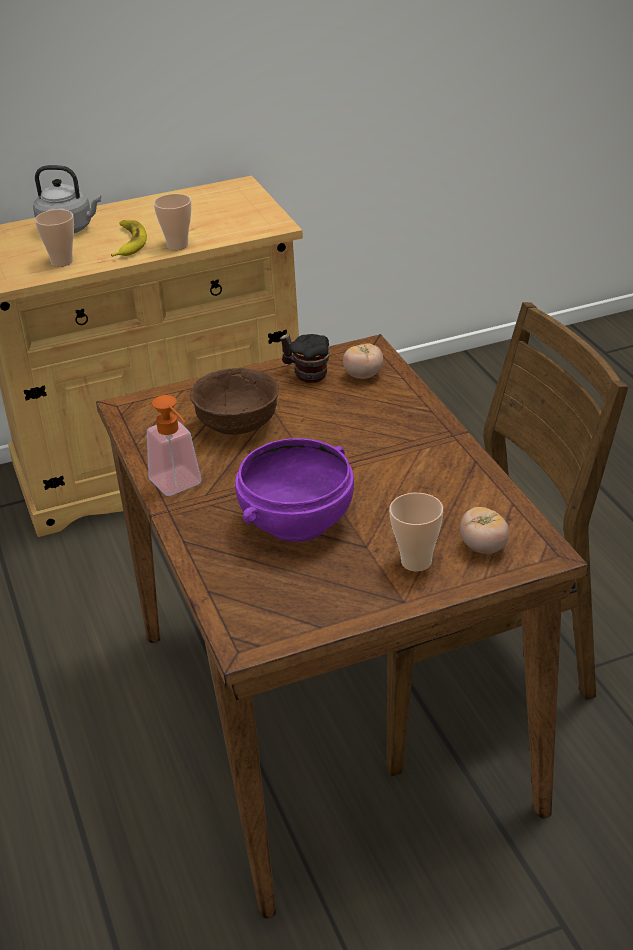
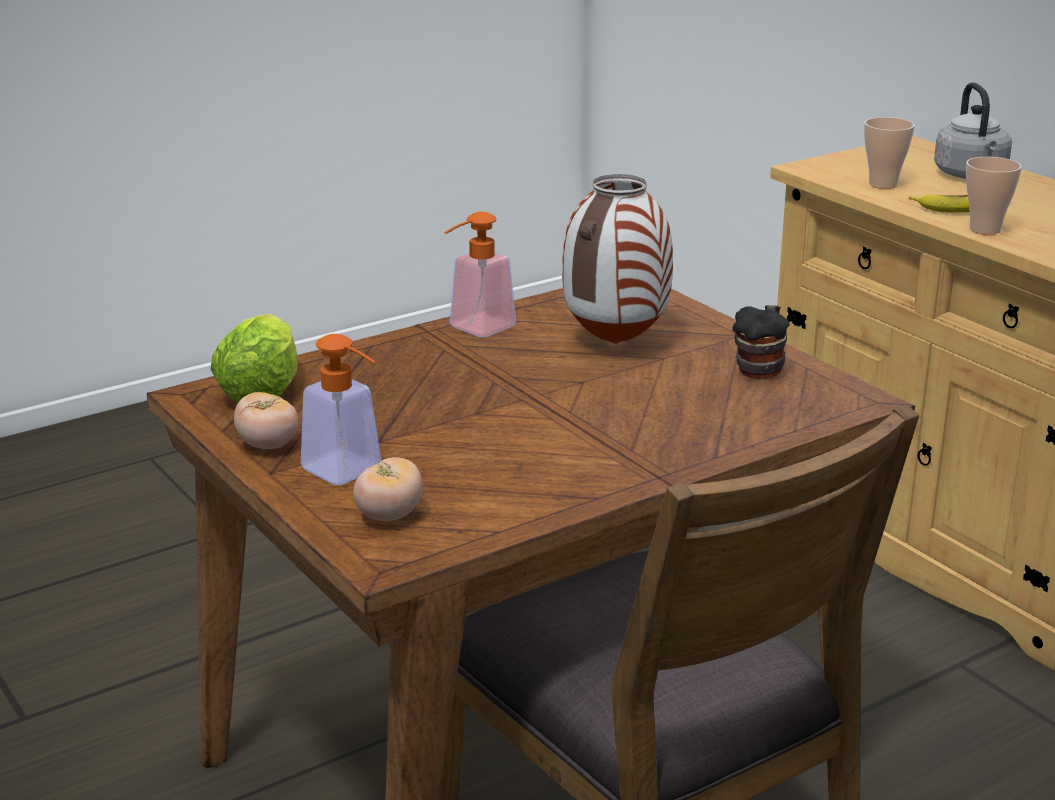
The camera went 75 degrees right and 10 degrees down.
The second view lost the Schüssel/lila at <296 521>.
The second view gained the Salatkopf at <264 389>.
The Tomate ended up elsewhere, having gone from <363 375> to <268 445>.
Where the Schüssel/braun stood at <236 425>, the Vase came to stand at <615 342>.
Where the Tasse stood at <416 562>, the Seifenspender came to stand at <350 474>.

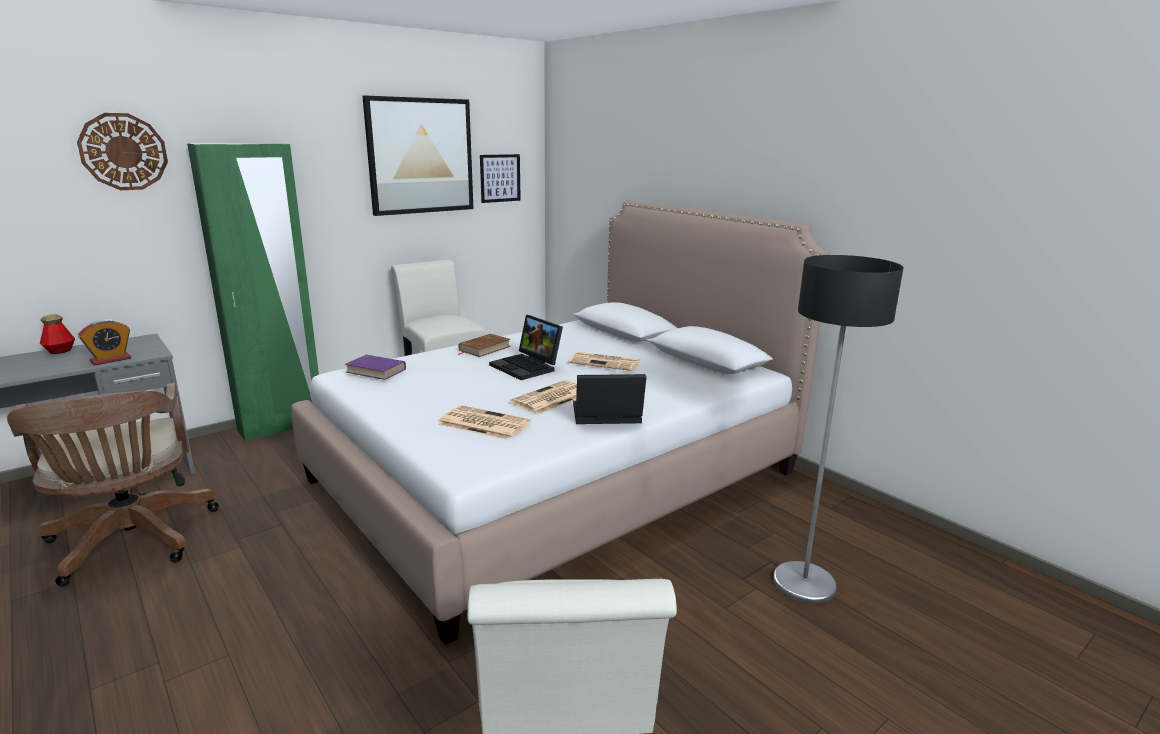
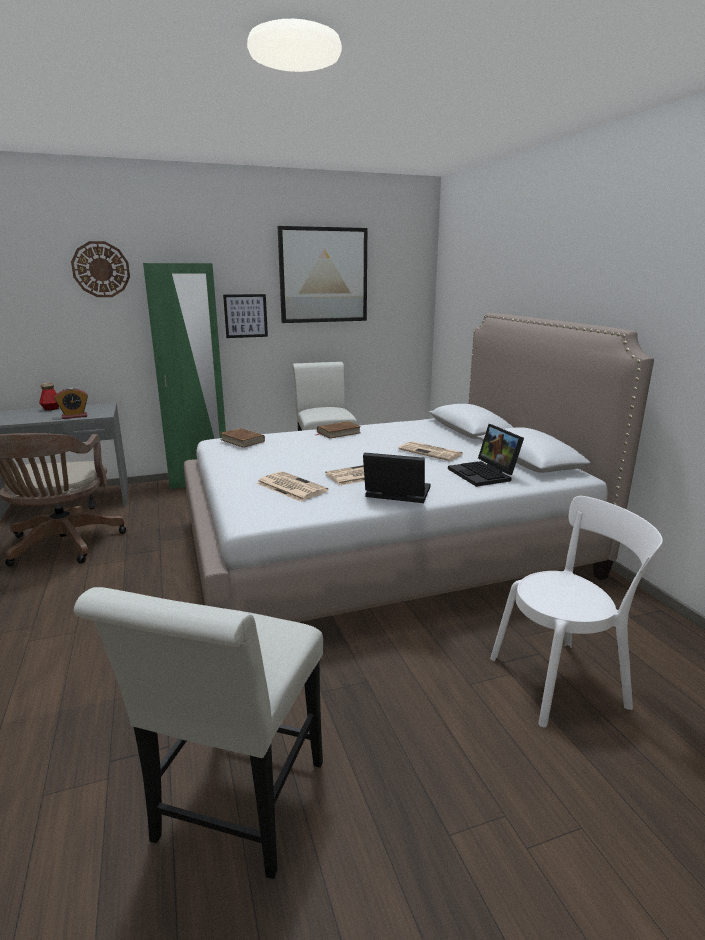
The camera went 20 degrees right and 0 degrees up.
The Bild ended up elsewhere, having gone from <500 178> to <245 316>.
The Laptop ended up elsewhere, having gone from <528 367> to <485 474>.
Where the Stehlampe stood at <804 583>, the Stuhl/weiß came to stand at <563 680>.
What was the Buch/lila at <376 370> turned into the Buch/braun at <242 440>.

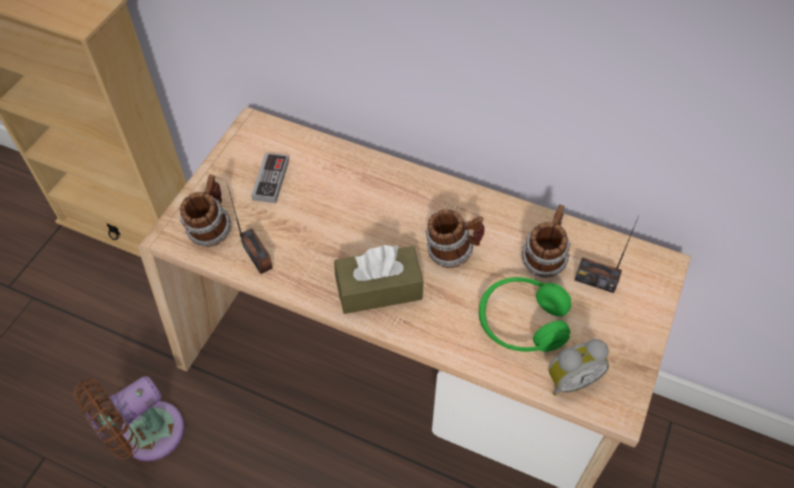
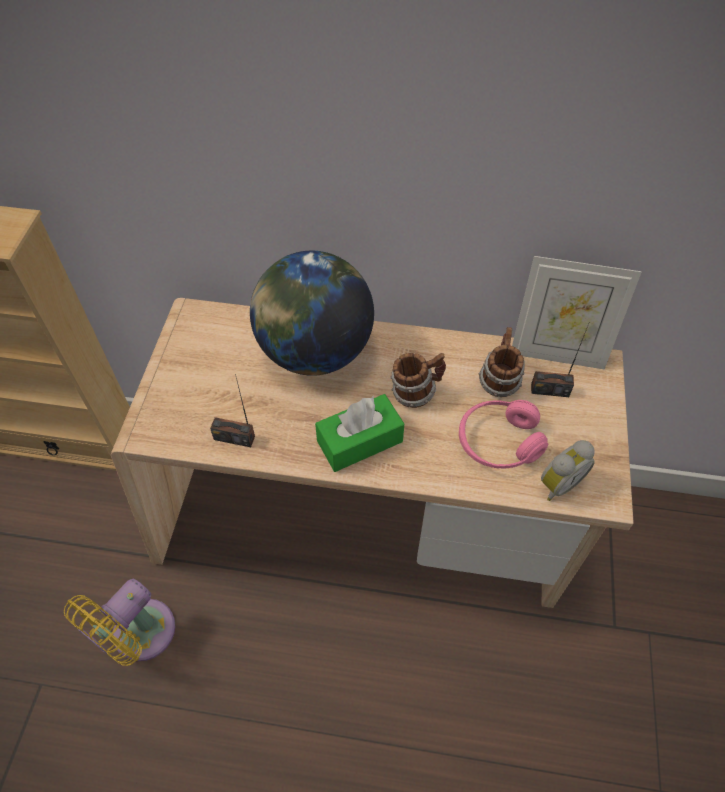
The camera went 15 degrees left and 0 degrees up.
The second view lost the Henkelbecher at <211 229>.
The second view lost the Gamepad at <271 180>.
The second view gained the Globus at <314 352>.
The second view gained the Bilderrahmen at <557 354>.
What was the Ventilator/braun at <146 435> turned into the Ventilator/gelb at <138 636>.
What was the Taschentuchbox/braun at <379 289> turned into the Taschentuchbox/grün at <359 441>.
What was the Kopfhörer/grün at <522 323> turned into the Kopfhörer/rosa at <498 442>.
The Radio at <257 257> ended up facing another way, 150 degrees clockwise from before.

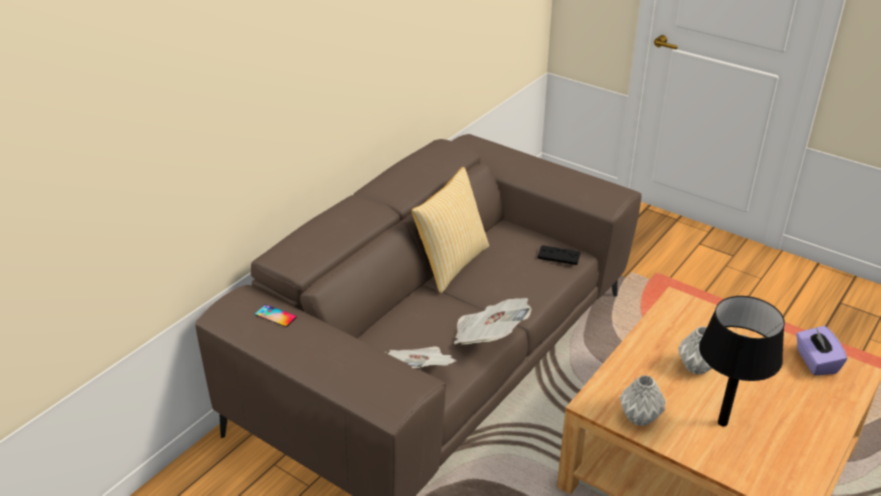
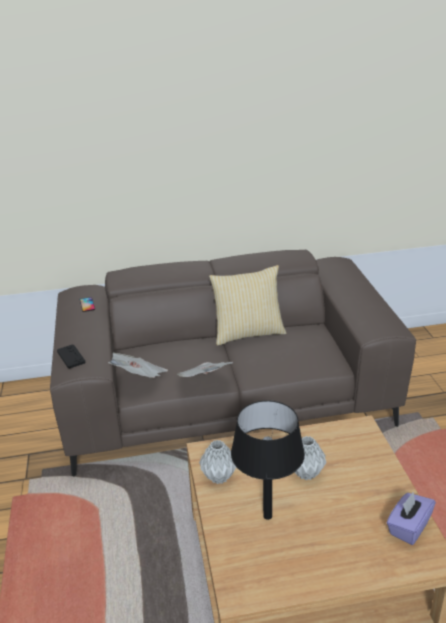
The camera went 45 degrees right and 5 degrees down.
The Gamepad/schwarz ended up elsewhere, having gone from <558 256> to <71 357>.

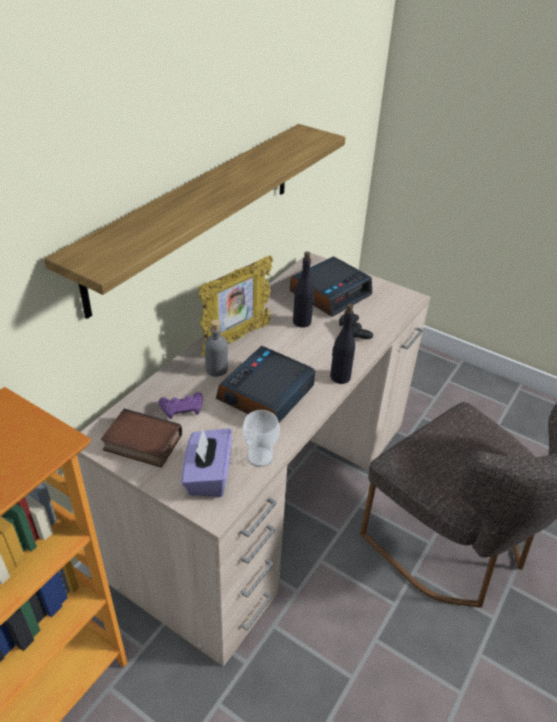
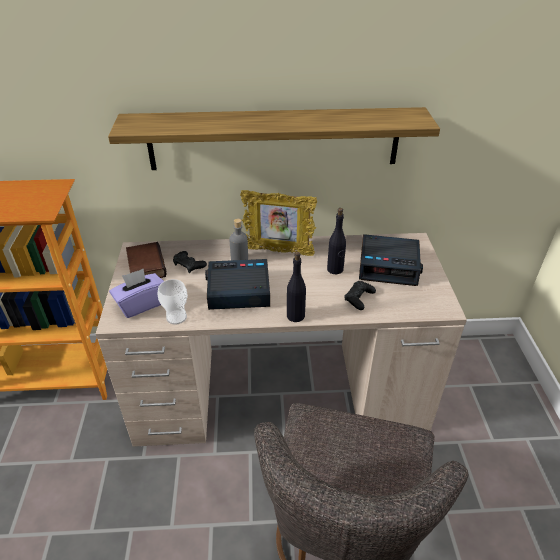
The camera went 55 degrees right and 0 degrees up.
What was the Gamepad/lila at <182 408> turned into the Gamepad/schwarz at <189 265>.

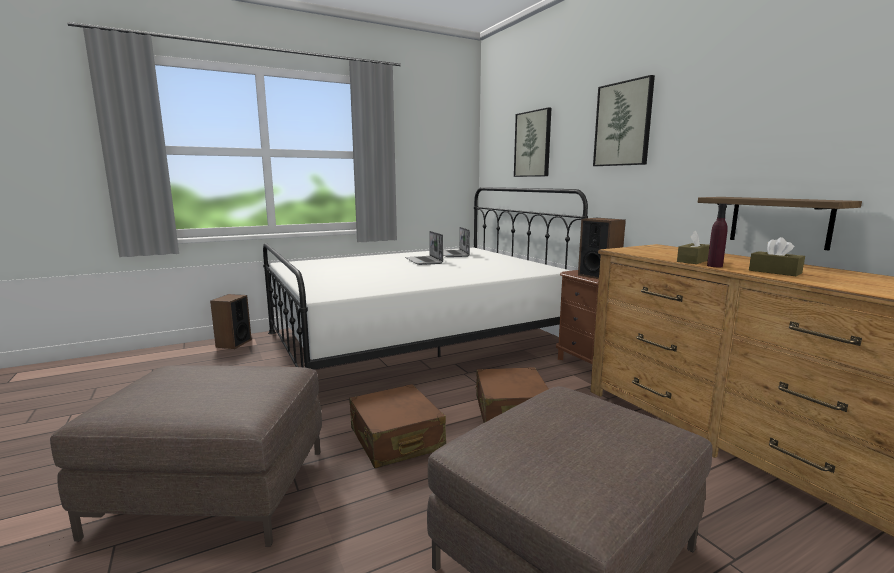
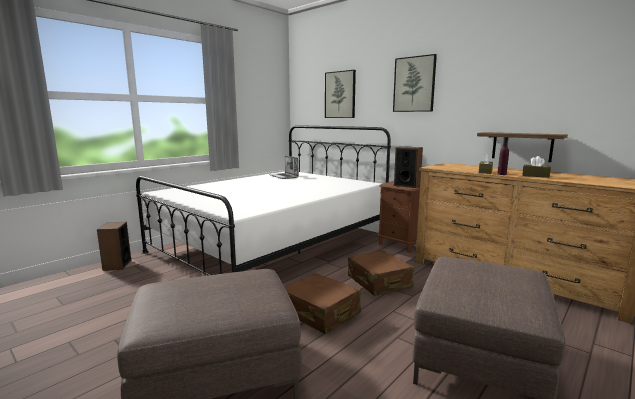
The camera went 20 degrees left and 0 degrees up.
The second view lost the Laptop at <424 261>.

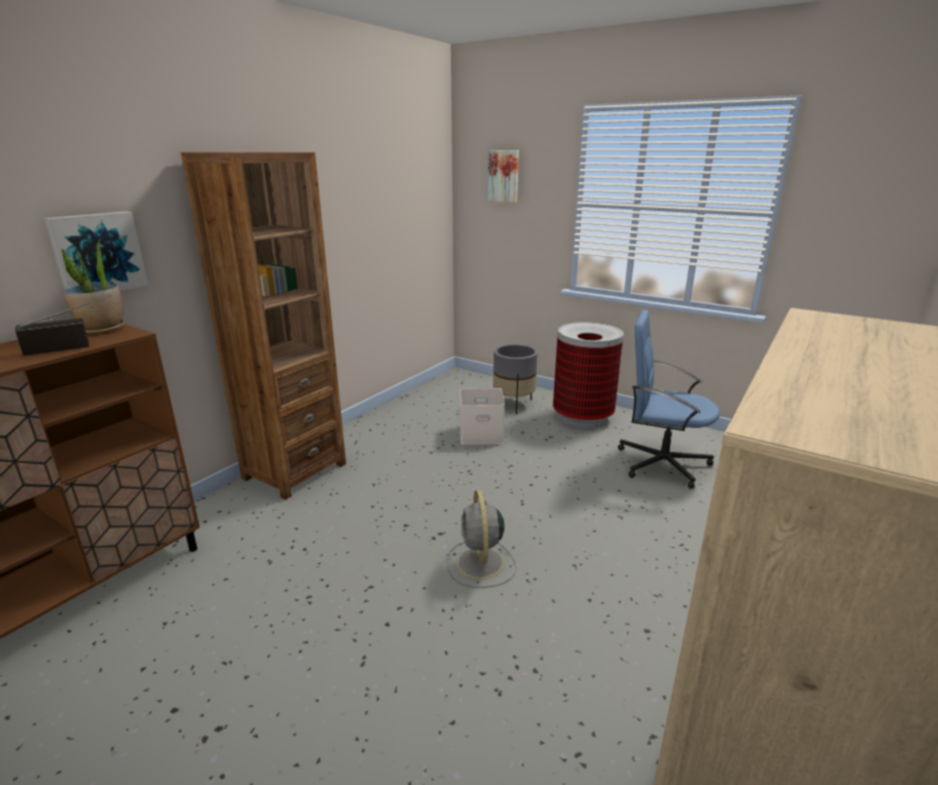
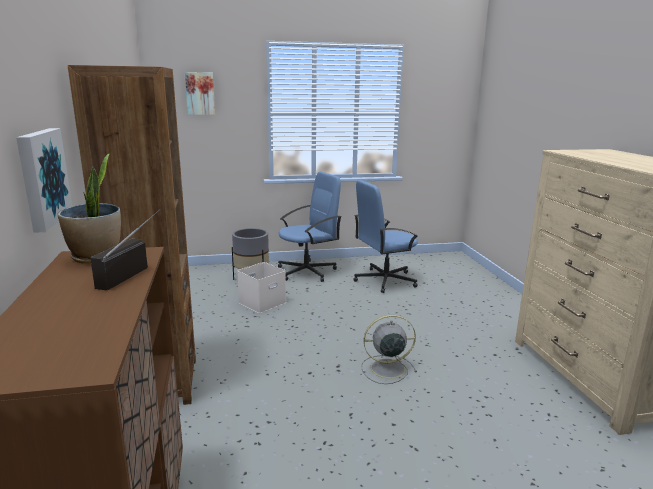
The camera went 45 degrees left and 5 degrees down.
Where the Mülleimer stood at <583 418>, the Bürostuhl/blau came to stand at <307 271>.
The Ventilator/grau at <480 564> ended up facing another way, 135 degrees clockwise from before.

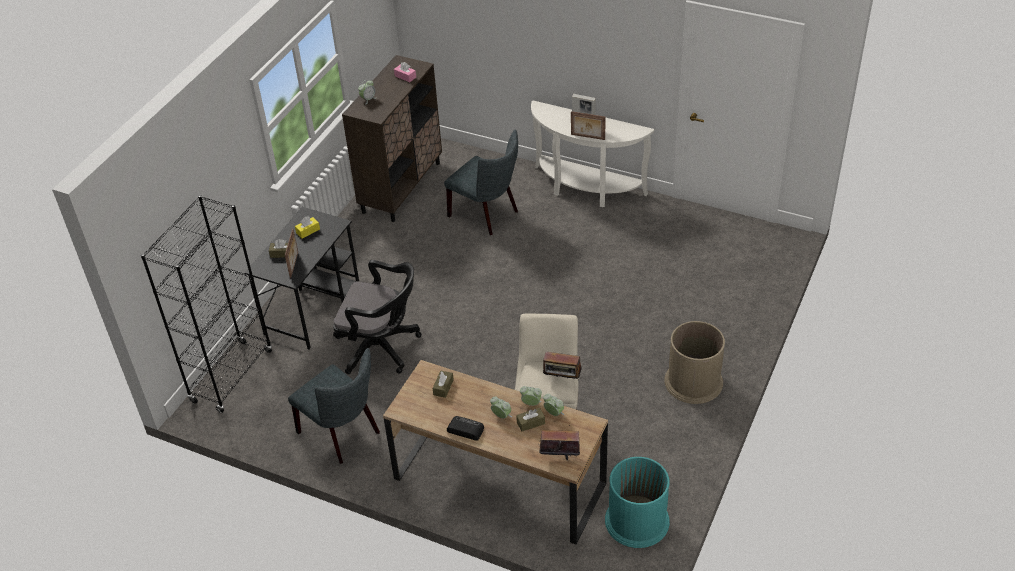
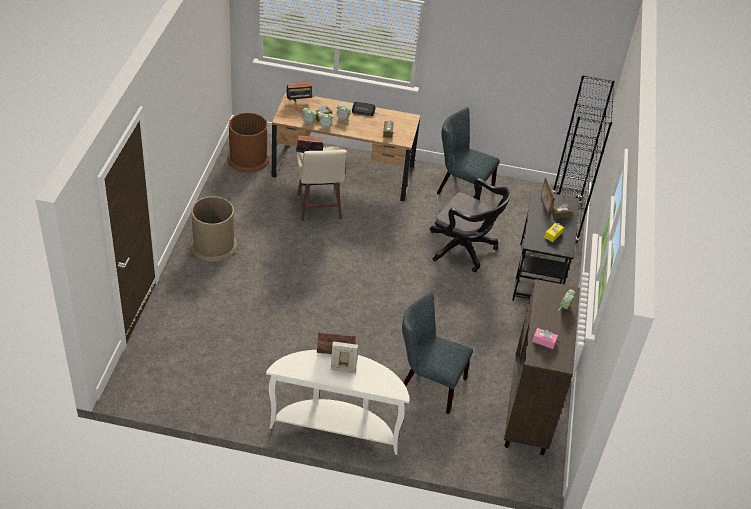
The camera went 160 degrees right and 0 degrees up.
What was the Mülleimer/türkis at <637 521> turned into the Mülleimer/braun at <248 159>.
The Bürostuhl/schwarz at <382 348> ended up facing another way, 150 degrees counterclockwise from before.

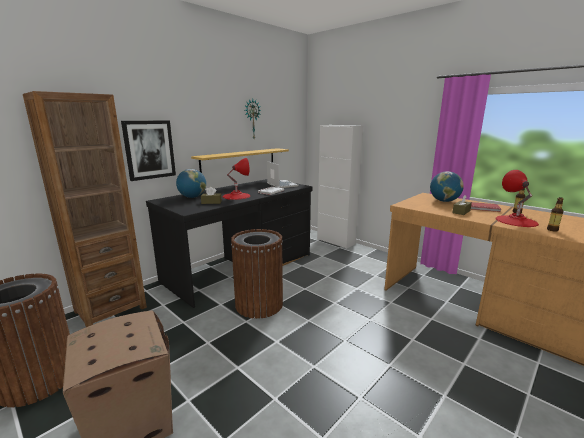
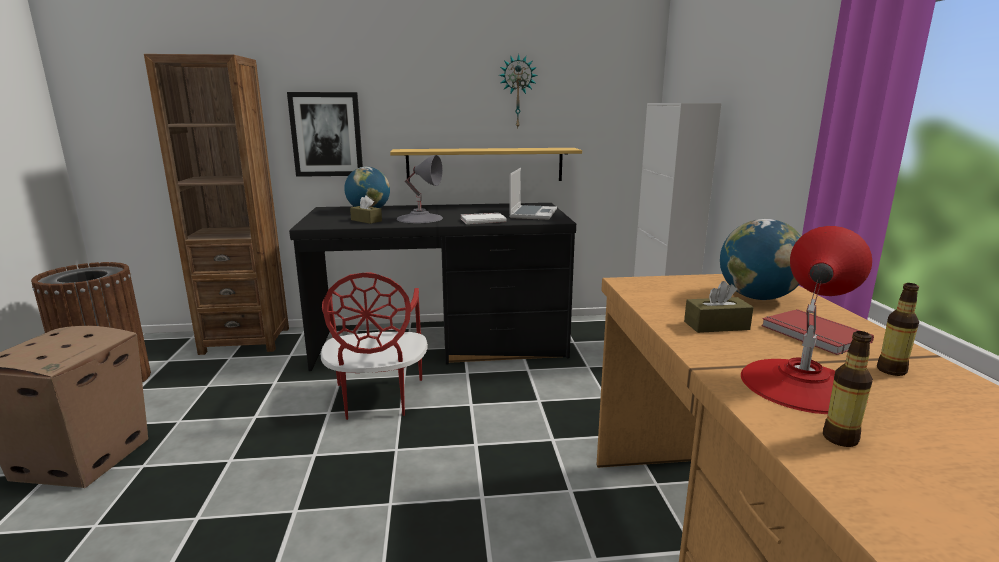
The camera went 40 degrees right and 0 degrees up.
Where the Mülleimer/braun stood at <259 304>, the Stuhl/rot came to stand at <377 399>.
What was the Tischlampe/rot at <236 196> turned into the Tischlampe/grau at <420 218>.

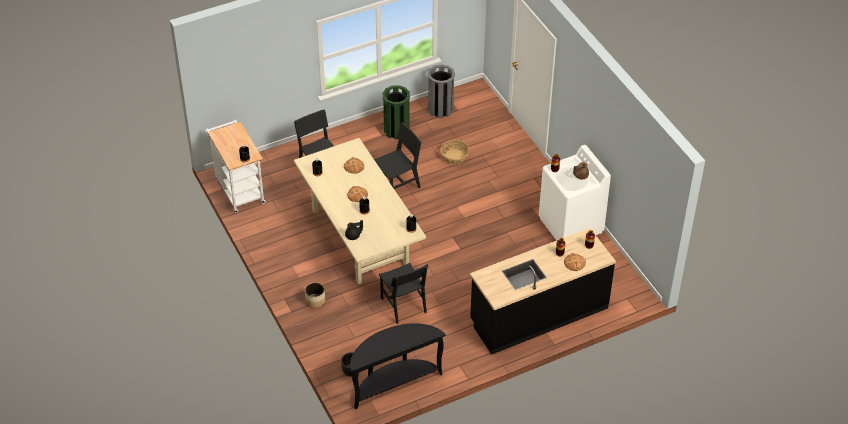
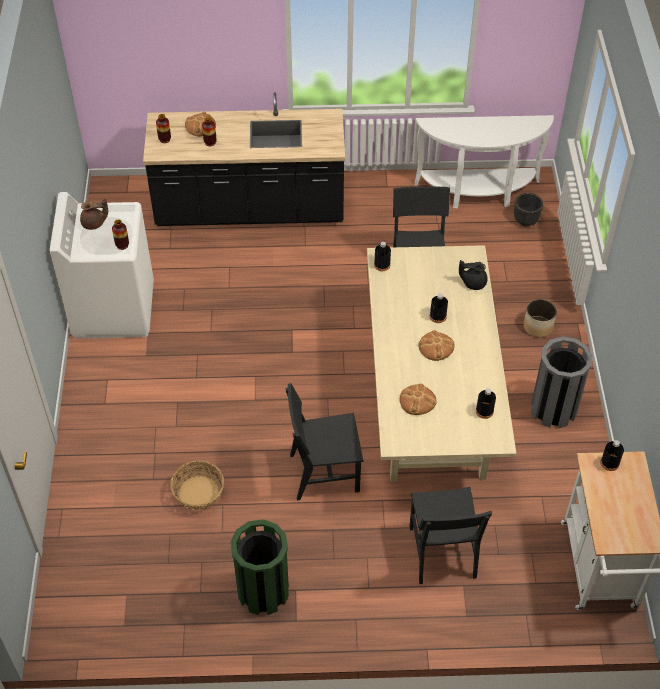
The camera went 155 degrees left and 5 degrees up.
The Mülleimer/grau ended up elsewhere, having gone from <440 109> to <553 409>.
What was the Konsolentisch/schwarz at <393 382> turned into the Konsolentisch/weiß at <478 193>.

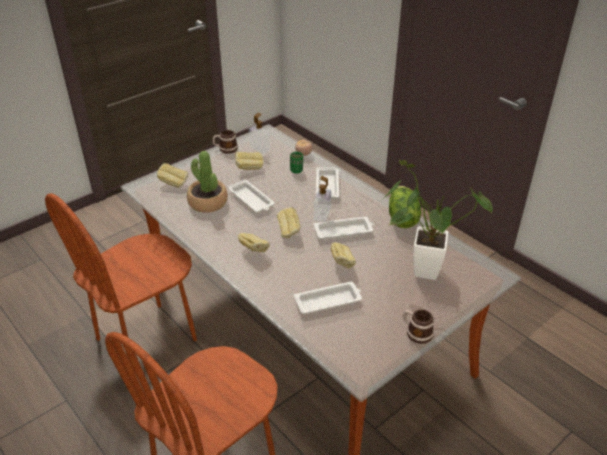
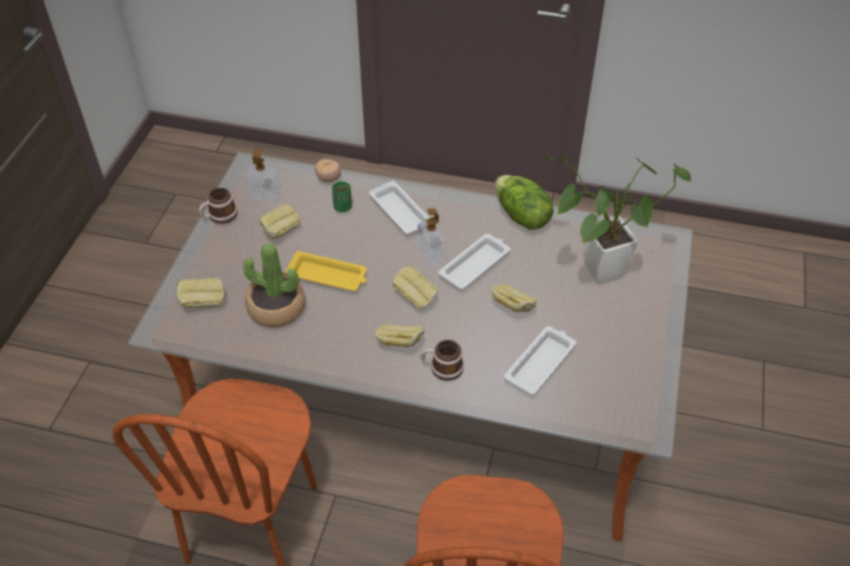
The camera went 35 degrees left and 10 degrees up.
The Henkelbecher ended up elsewhere, having gone from <416 332> to <442 368>.
What was the Tablett/weiß at <251 200> turned into the Tablett/gelb at <328 276>.

